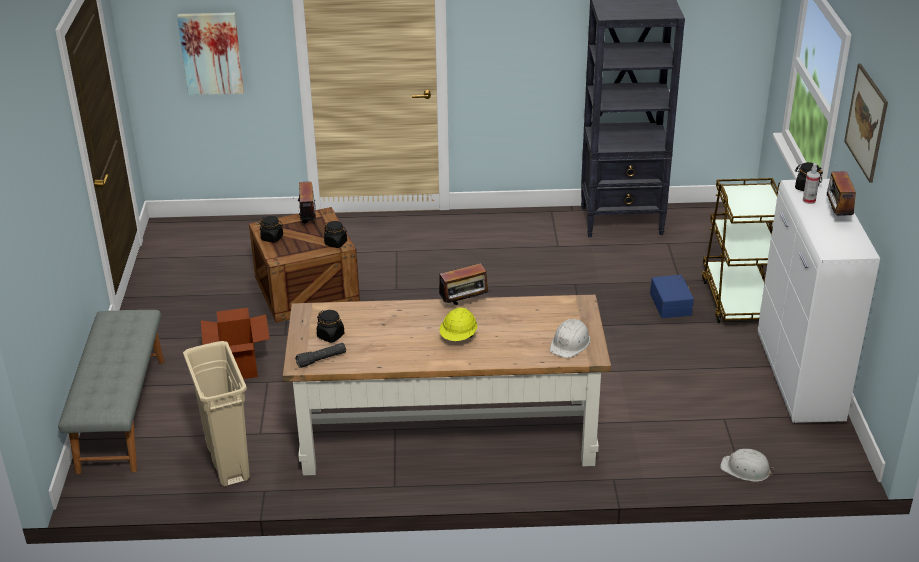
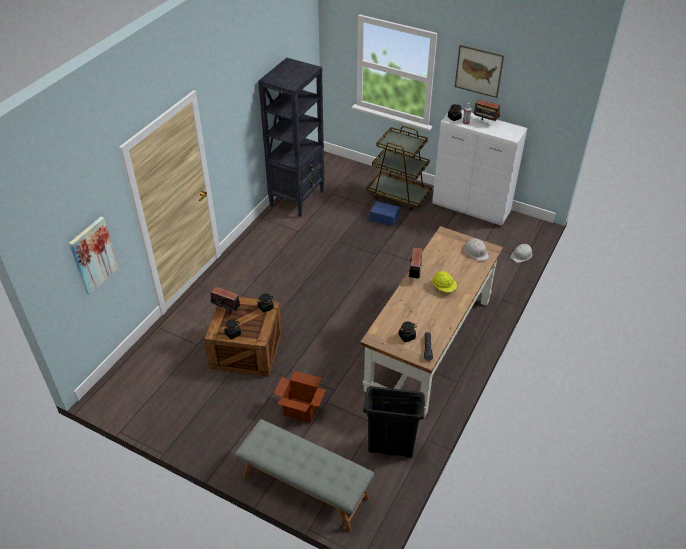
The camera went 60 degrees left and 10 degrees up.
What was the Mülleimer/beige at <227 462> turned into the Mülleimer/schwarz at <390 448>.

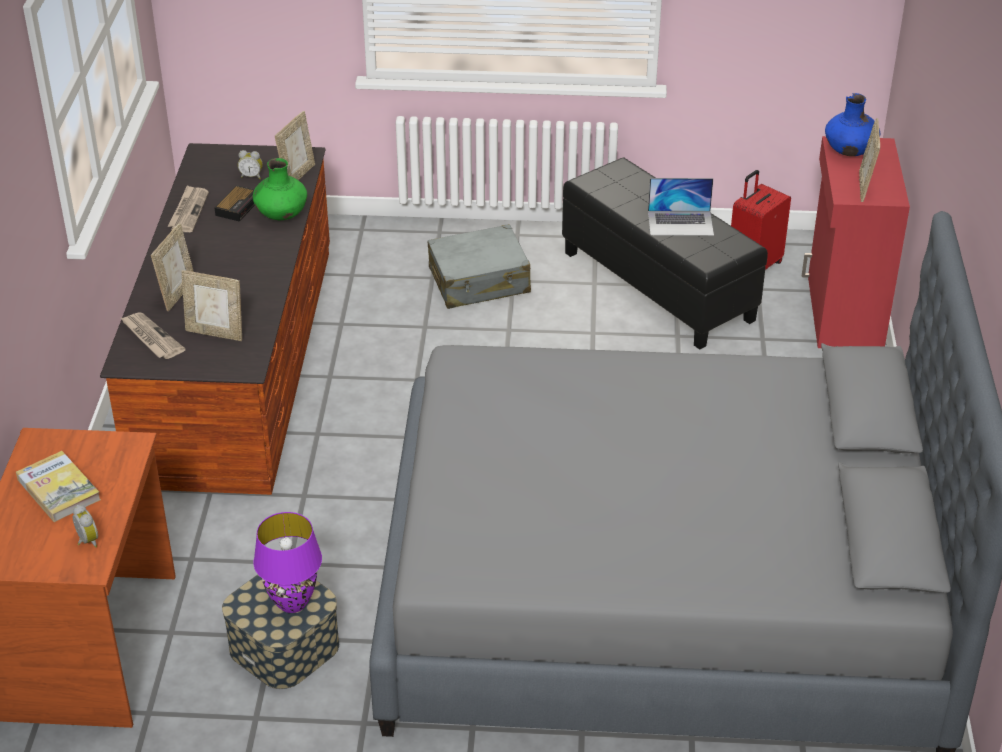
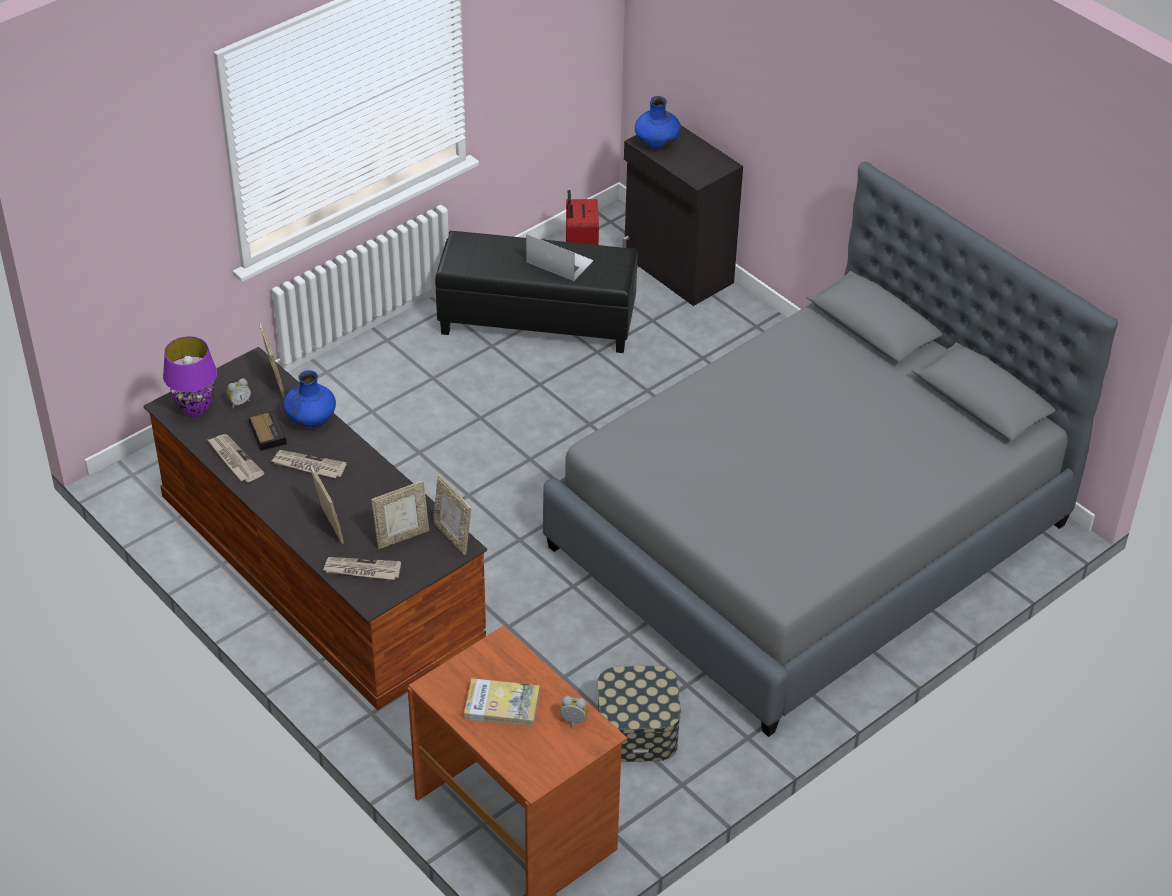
The camera went 45 degrees left and 5 degrees up.
The second view lost the Koffer/grau at <479 281>.
The second view gained the Zeitung at <308 466>.
The Tischlampe/lila ended up elsewhere, having gone from <291 603> to <195 410>.
The Bilderrahmen ended up elsewhere, having gone from <865 187> to <452 537>.
What was the Vase/grün at <281 215> turned into the Vase/blau at <310 420>.
What was the Schrank/rot at <842 312> turned into the Schrank/schwarz at <677 270>.
The Laptop at <680 223> ended up facing another way, 105 degrees counterclockwise from before.

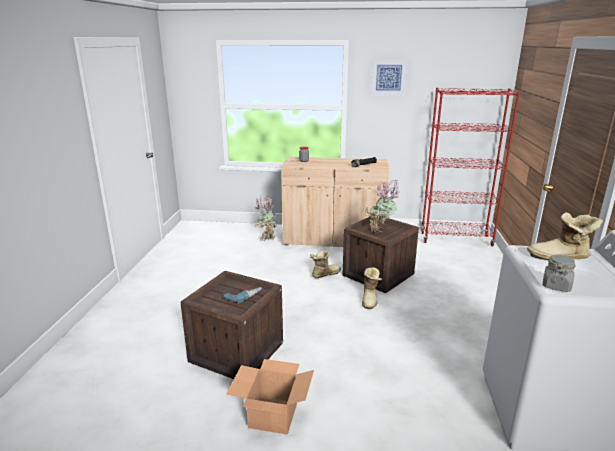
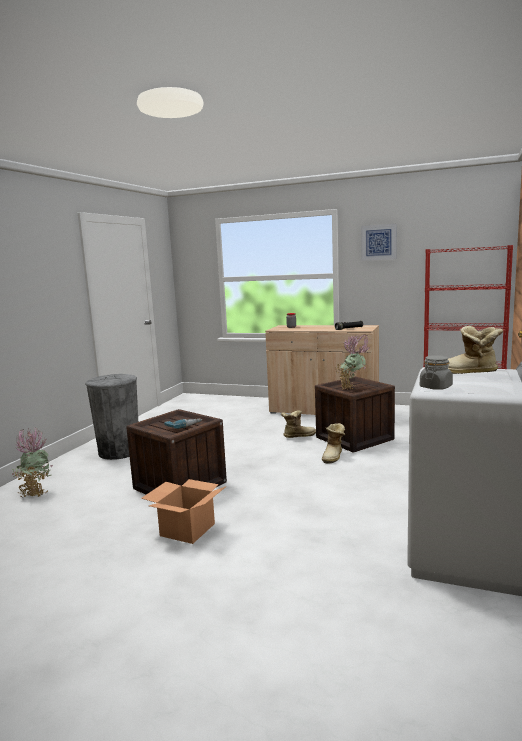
The camera went 15 degrees right and 10 degrees down.
The second view gained the Mülleimer/grau at <119 451>.
The Topfpflanze ended up elsewhere, having gone from <266 237> to <35 493>.

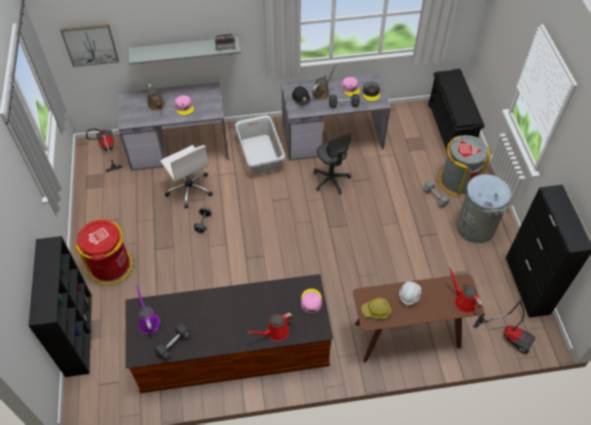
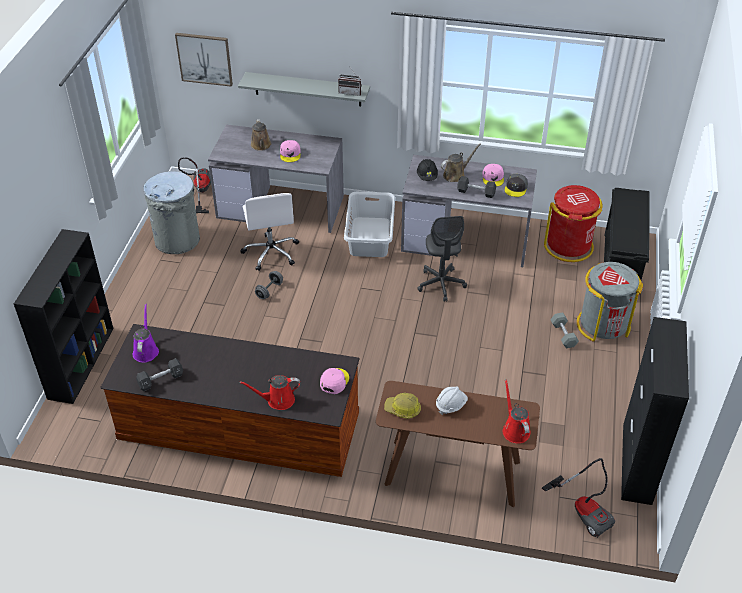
The camera went 20 degrees right and 10 degrees down.
The Mülleimer/rot ended up elsewhere, having gone from <111 266> to <569 246>.
The Mülleimer/grau ended up elsewhere, having gone from <476 227> to <178 240>.

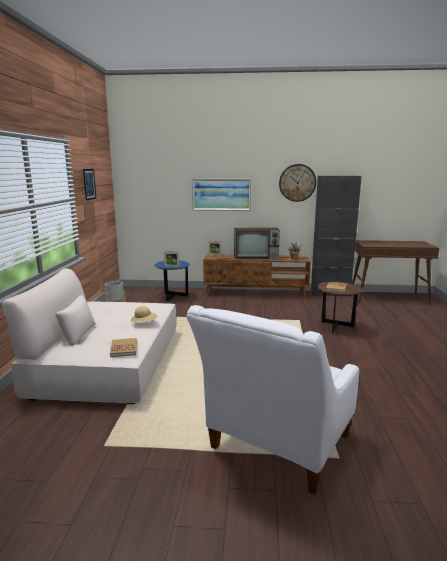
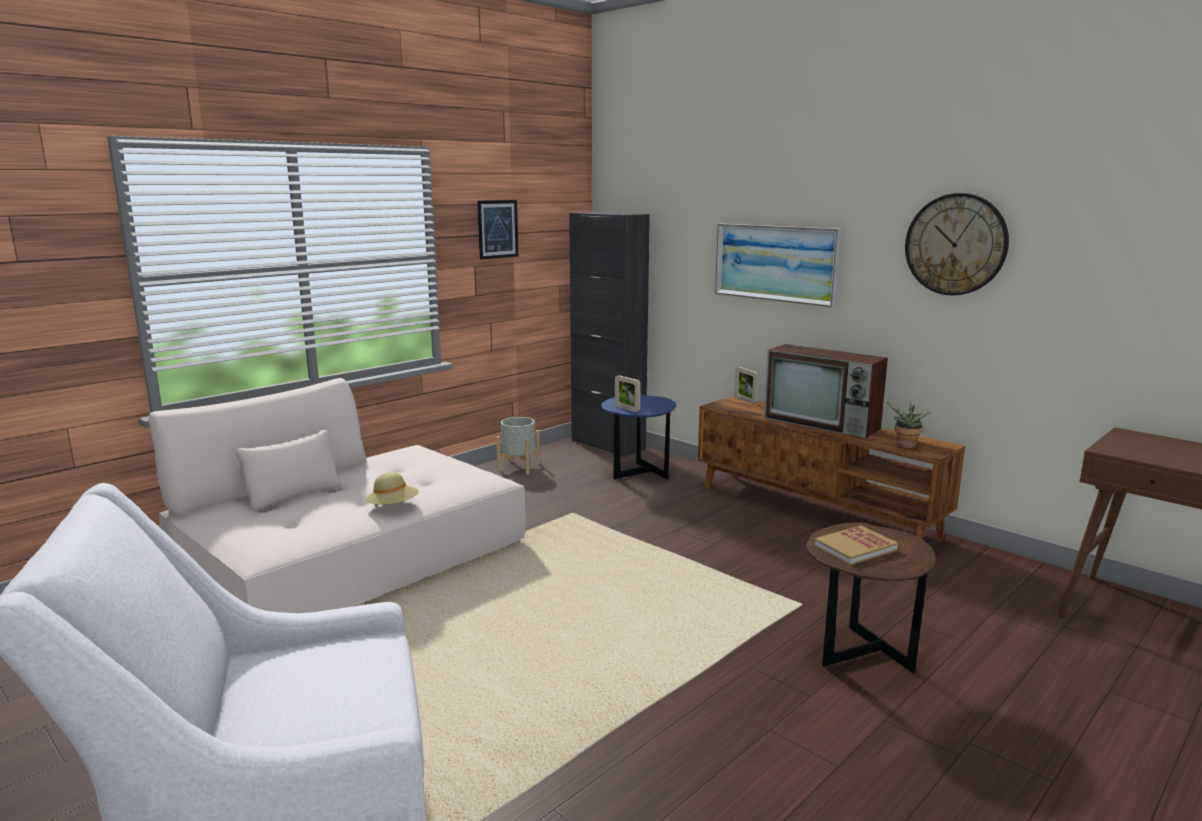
The camera went 40 degrees right and 0 degrees up.
The second view lost the Buch at <124 349>.
The Schrank/schwarz ended up elsewhere, having gone from <330 293> to <608 445>.

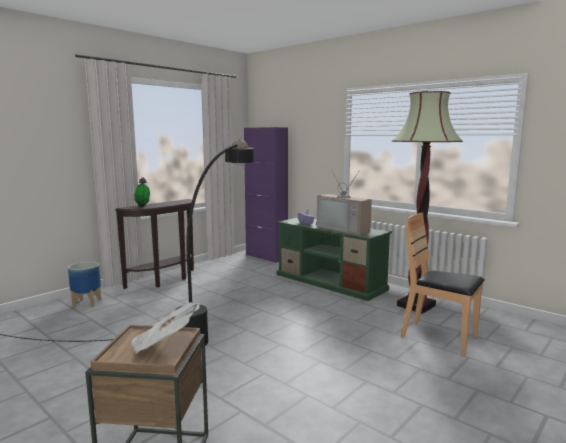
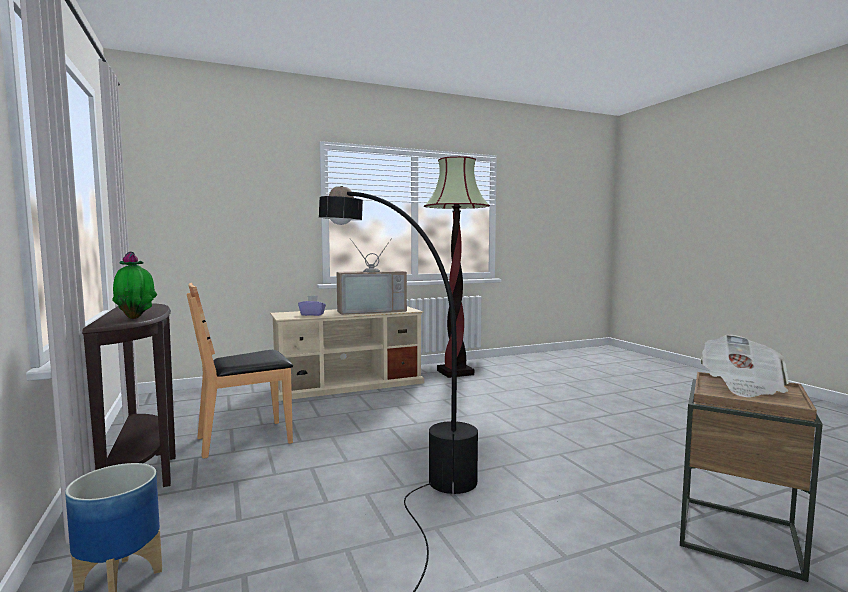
The camera went 65 degrees left and 5 degrees down.
The second view lost the Schrank/lila at <266 257>.
The Stuhl/braun ended up elsewhere, having gone from <439 337> to <245 439>.
What was the Fernsehschrank/grün at <331 282> turned into the Fernsehschrank/beige at <349 384>.

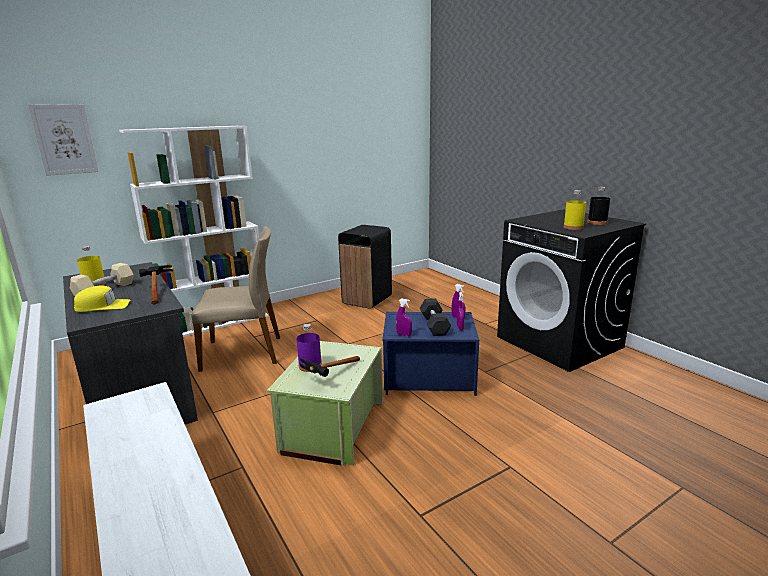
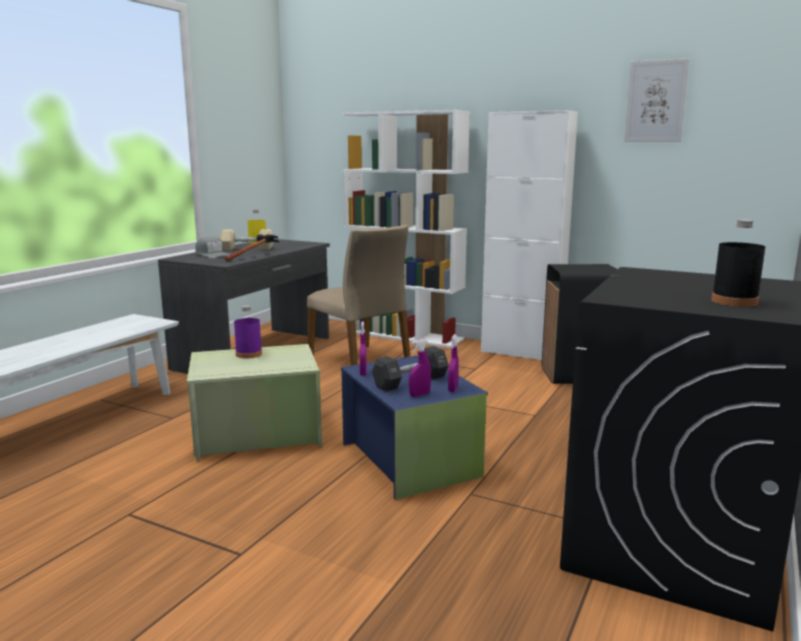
The camera went 60 degrees right and 5 degrees down.
The second view lost the Hammer at <329 377>.
The second view lost the Flasche/gelb at <573 227>.
The second view gained the Schrank/weiß at <521 353>.
The Bild ended up elsewhere, having gone from <64 139> to <656 101>.
What was the Kappe/gelb at <103 306> turned into the Kappe/grau at <212 254>.

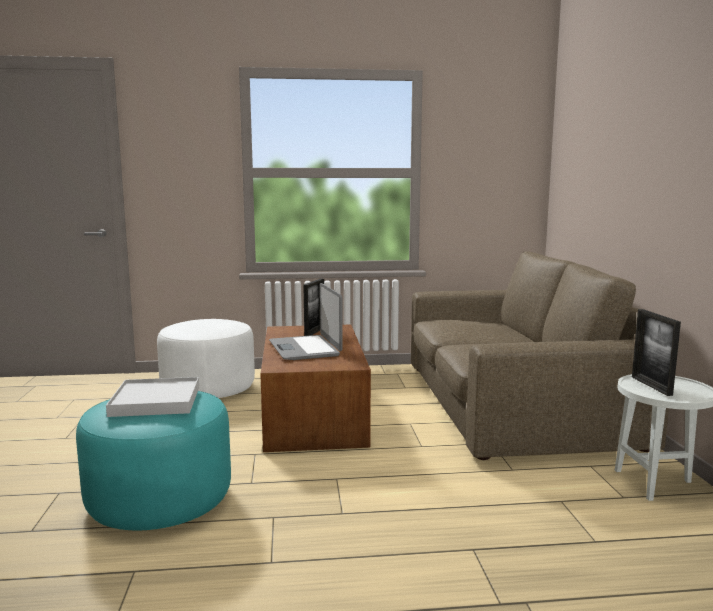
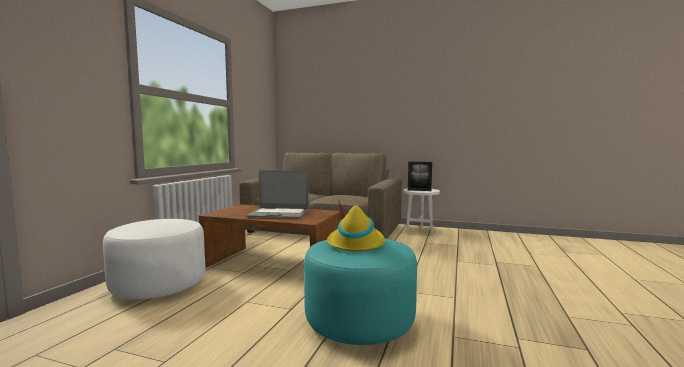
The camera went 65 degrees left and 5 degrees down.
The second view lost the Bilderrahmen at <314 332>.
Where the Tablett/weiß stood at <156 401>, the Hut/gelb came to stand at <355 243>.

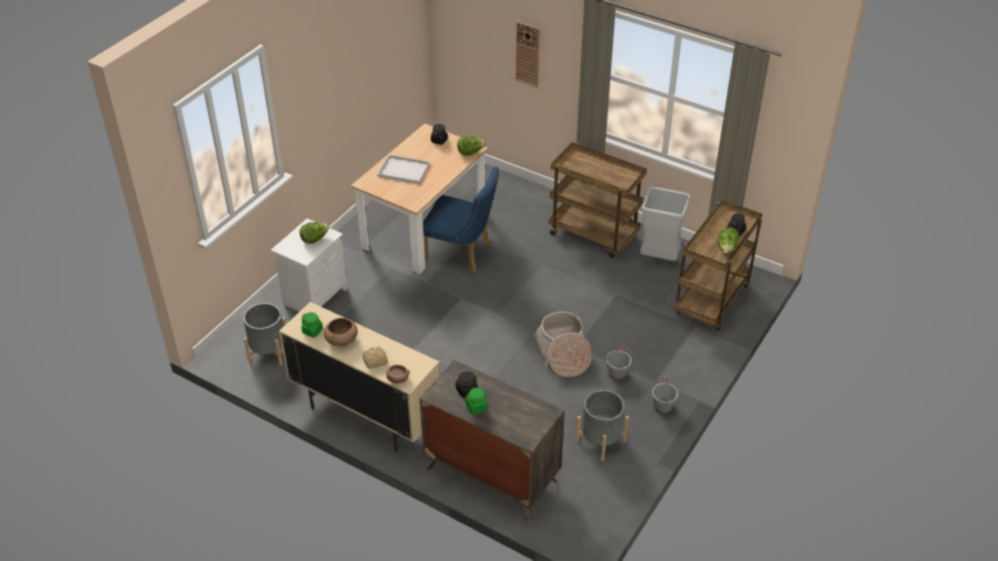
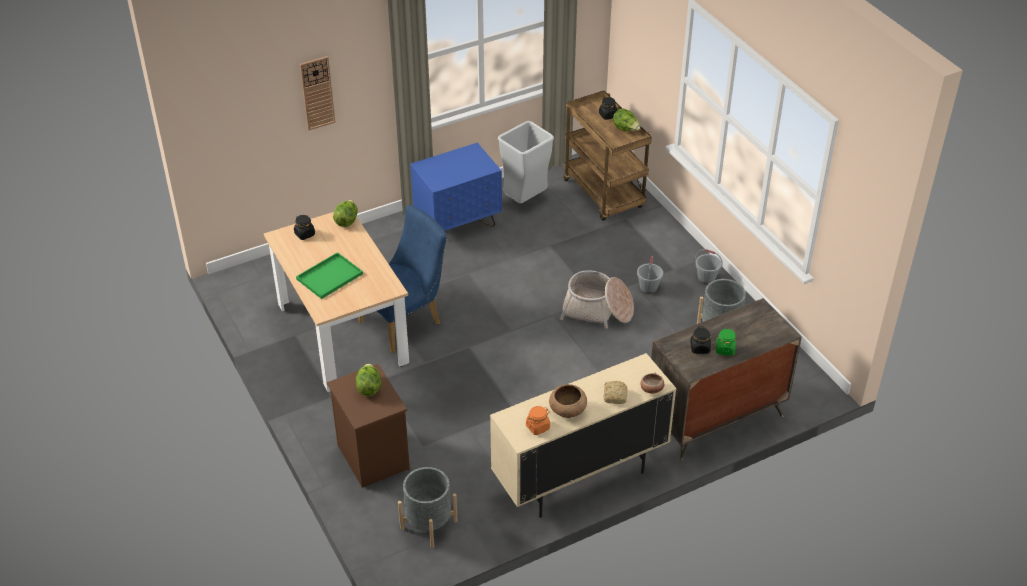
The camera went 60 degrees left and 0 degrees up.
Where the Rollwagen/braun stood at <594 235>, the Nachttisch/blau came to stand at <458 224>.
What was the Nachttisch/weiß at <314 296> turned into the Nachttisch/braun at <371 456>.
What was the Vorratsglas/grün at <312 331> turned into the Vorratsglas/orange at <538 427>.
What was the Tablett/weiß at <405 170> turned into the Tablett/grün at <330 275>.

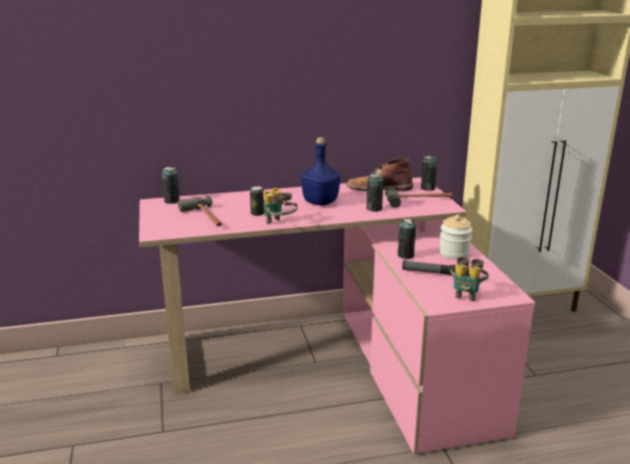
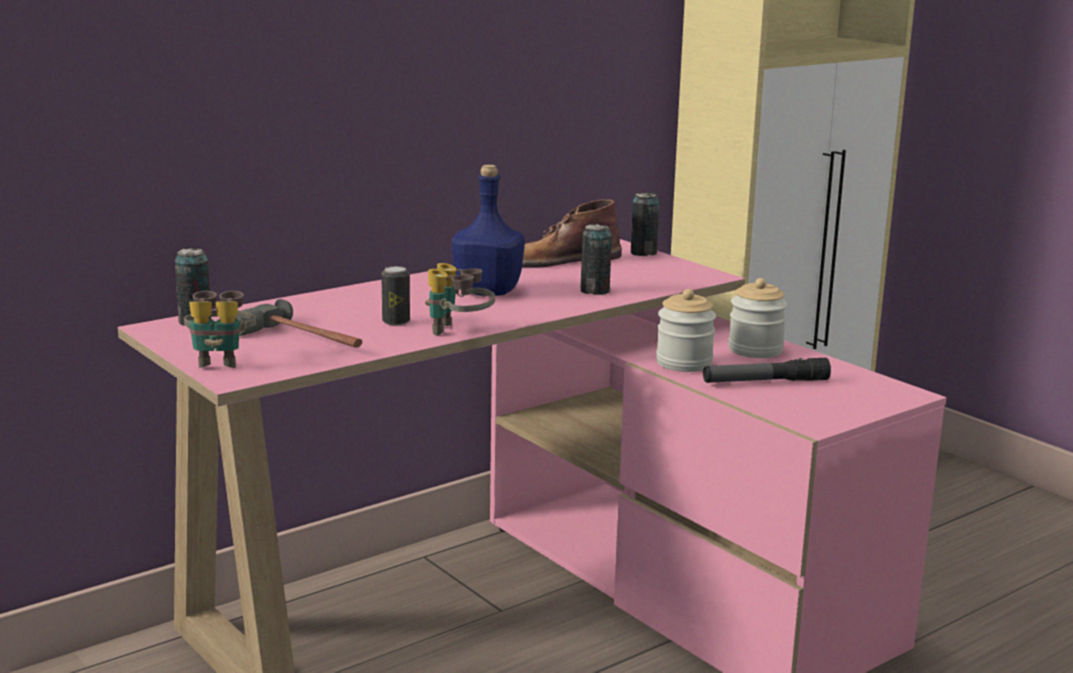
The camera went 25 degrees left and 5 degrees down.
The second view lost the Hammer at <419 201>.
The Fernglas ended up elsewhere, having gone from <466 294> to <220 360>.
Where the Dose stood at <405 255>, the Vorratsglas came to stand at <684 363>.

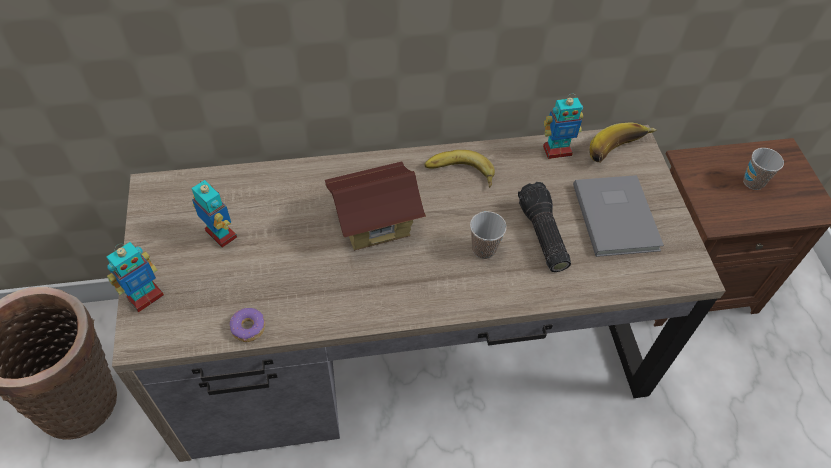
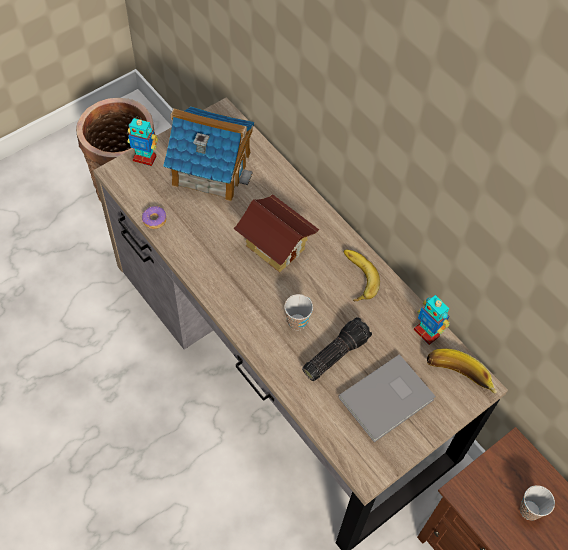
The camera went 60 degrees right and 5 degrees up.
Where the Spielzeugroboter stood at <220 235>, the Spielzeughaus came to stand at <211 168>.

